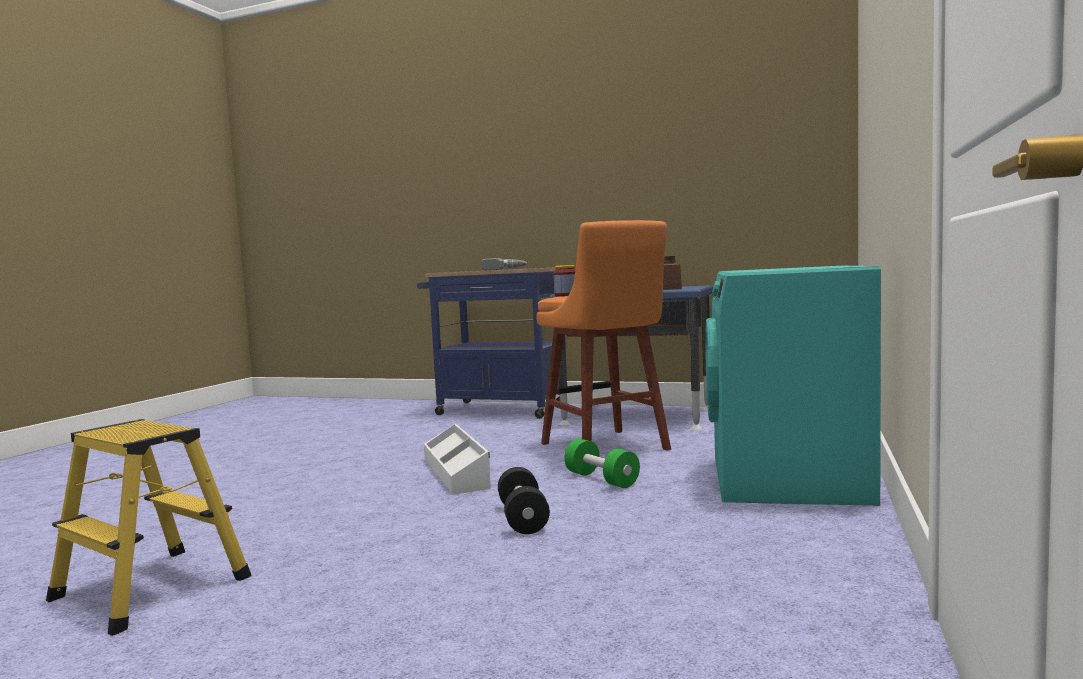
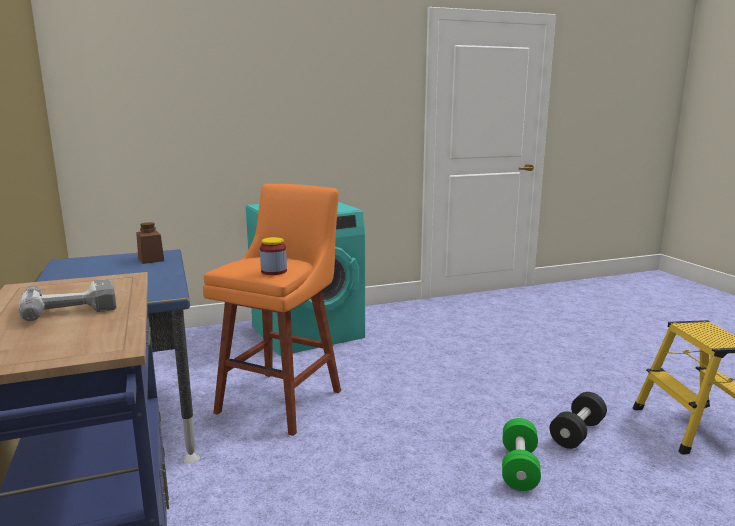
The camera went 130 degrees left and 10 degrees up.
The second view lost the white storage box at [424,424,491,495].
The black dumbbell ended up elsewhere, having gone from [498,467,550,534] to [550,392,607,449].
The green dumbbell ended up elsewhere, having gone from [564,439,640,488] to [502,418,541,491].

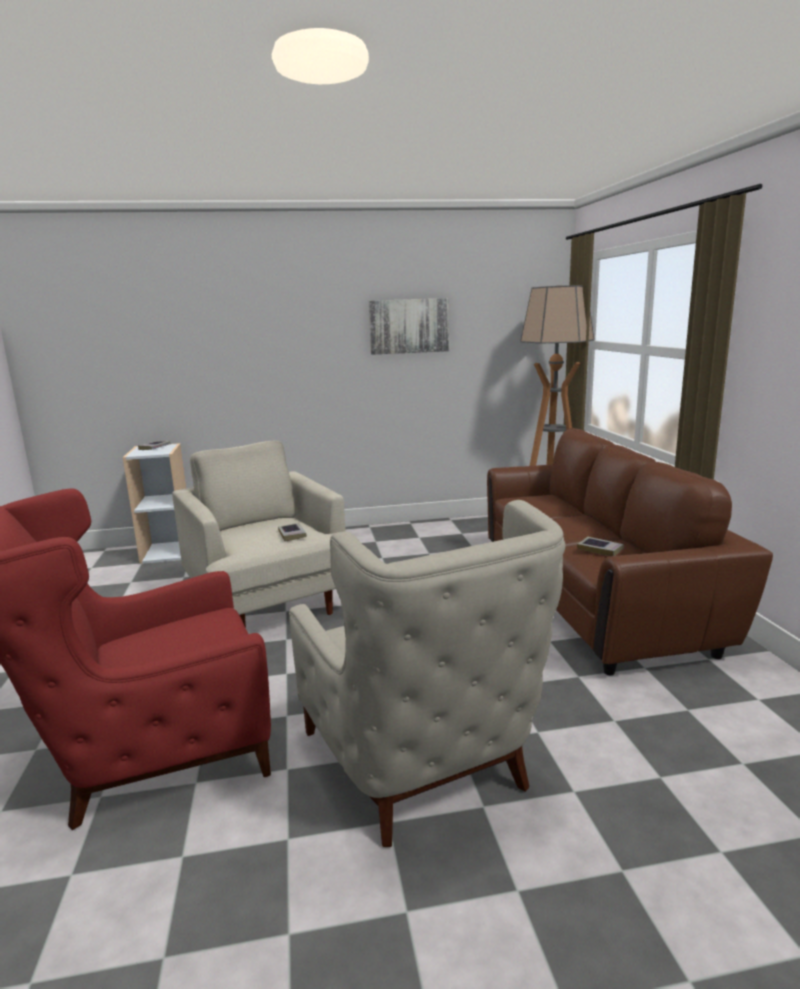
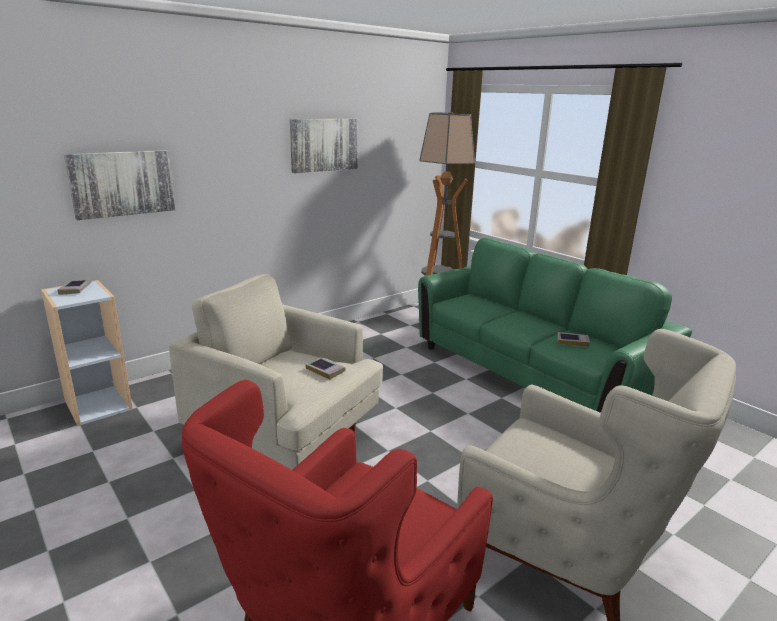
The camera went 30 degrees left and 5 degrees up.
The second view gained the picture at [64,150,176,220].
What was the brown sofa at [487,428,773,675] turned into the green sofa at [418,238,692,413].

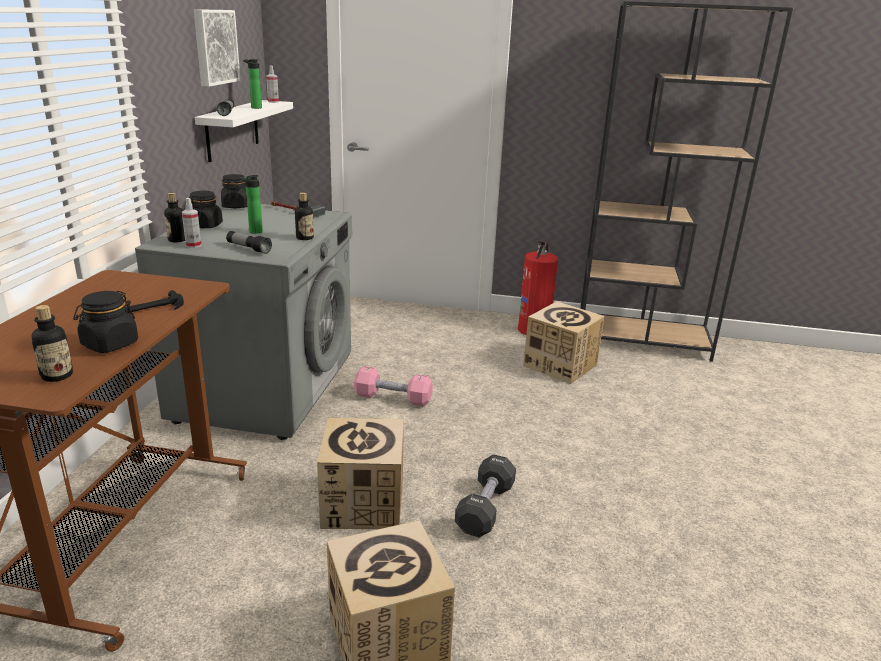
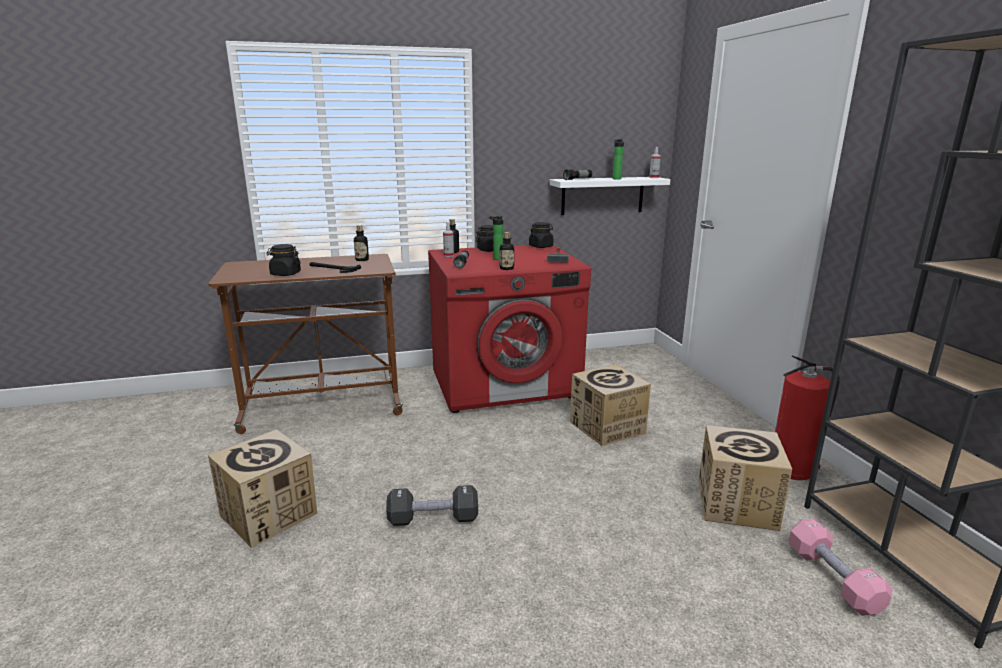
The camera went 65 degrees right and 5 degrees down.
The second view lost the picture at [194,9,240,87].
The bottle ended up elsewhere, having gone from [32,305,73,382] to [354,225,369,261].
The cardboard box ended up elsewhere, having gone from [317,418,404,529] to [570,364,651,446].
The pink dumbbell ended up elsewhere, having gone from [354,366,433,407] to [788,519,893,616].
What was the grey washing machine at [135,204,352,440] turned into the red washing machine at [428,245,591,413].

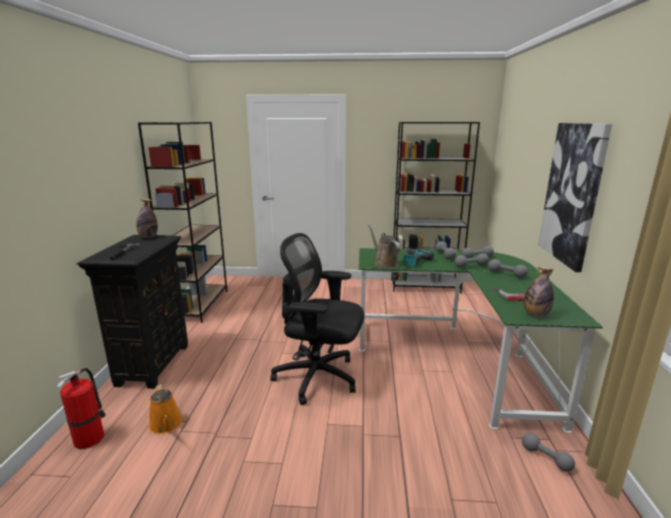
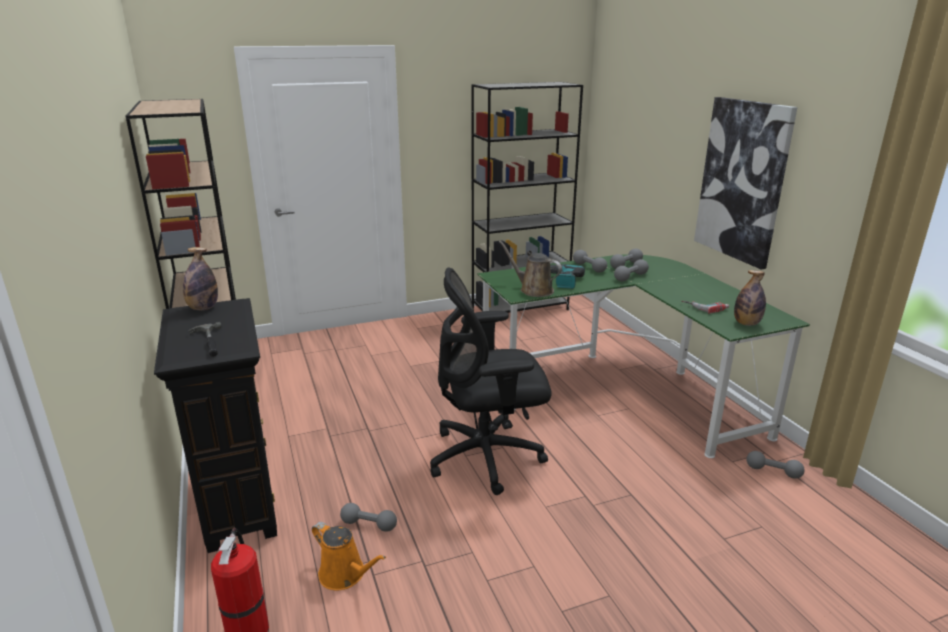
The camera went 25 degrees left and 5 degrees up.
The grey dumbbell ended up elsewhere, having gone from [488,259,528,278] to [340,503,397,532].

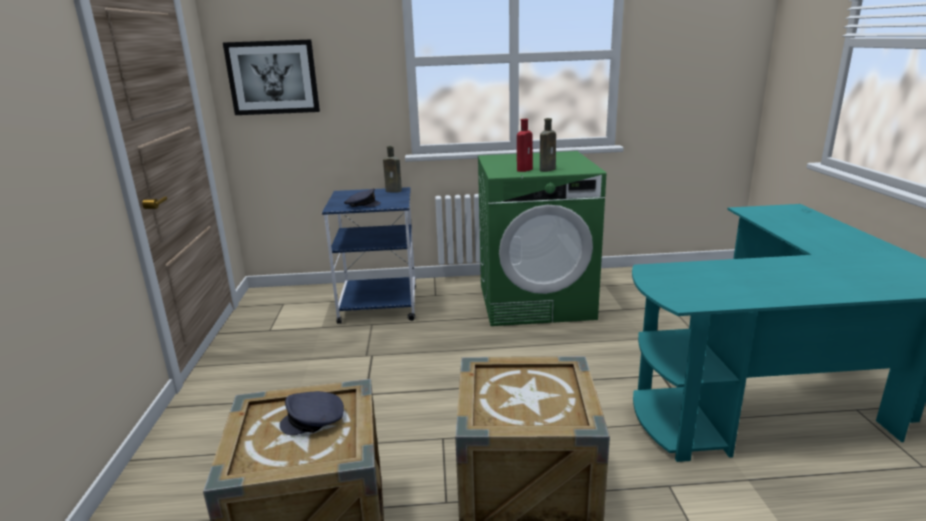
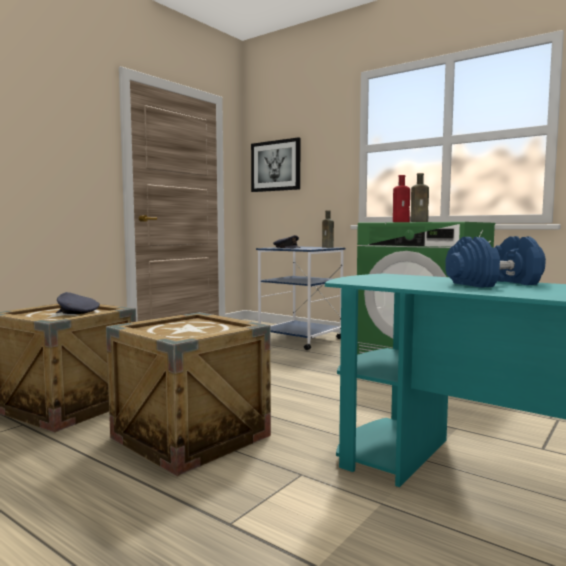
The camera went 40 degrees right and 15 degrees down.
The second view gained the blue dumbbell at [445,236,546,287].

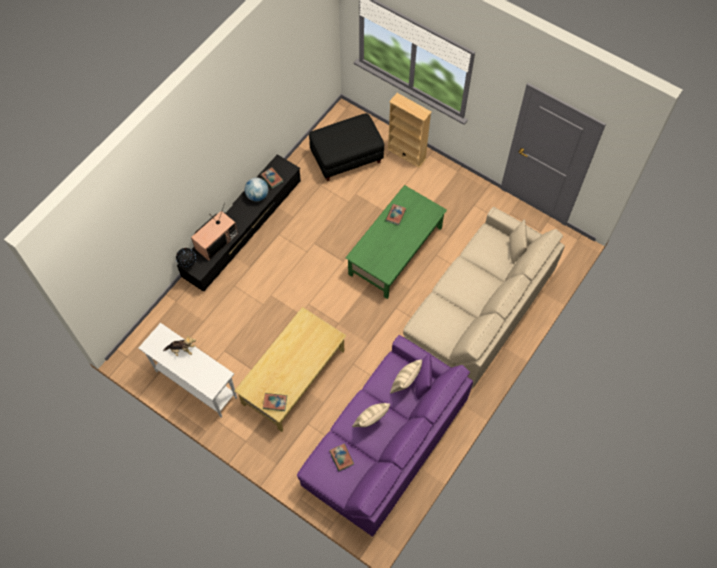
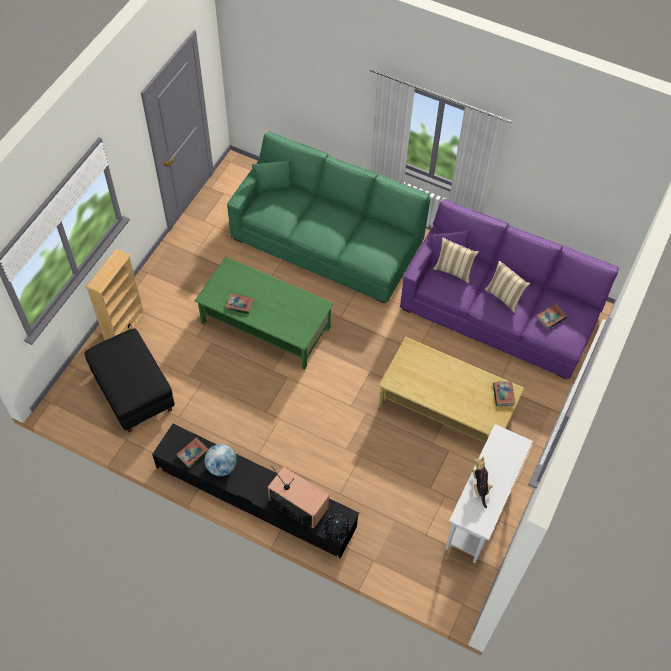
The camera went 100 degrees left and 5 degrees down.
What was the beige sofa at [403,207,565,389] turned into the green sofa at [227,131,430,303].

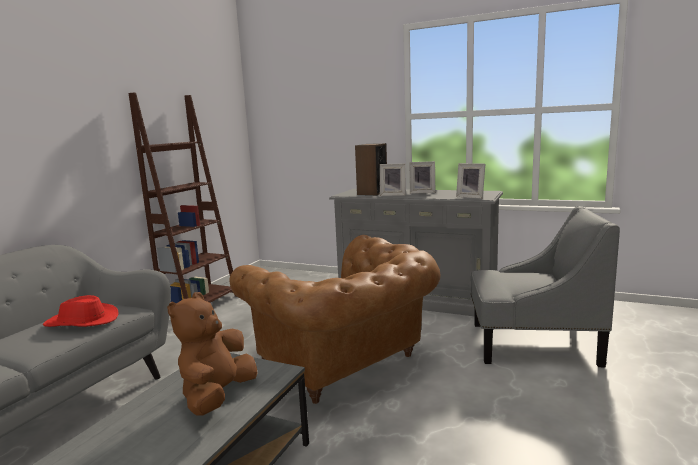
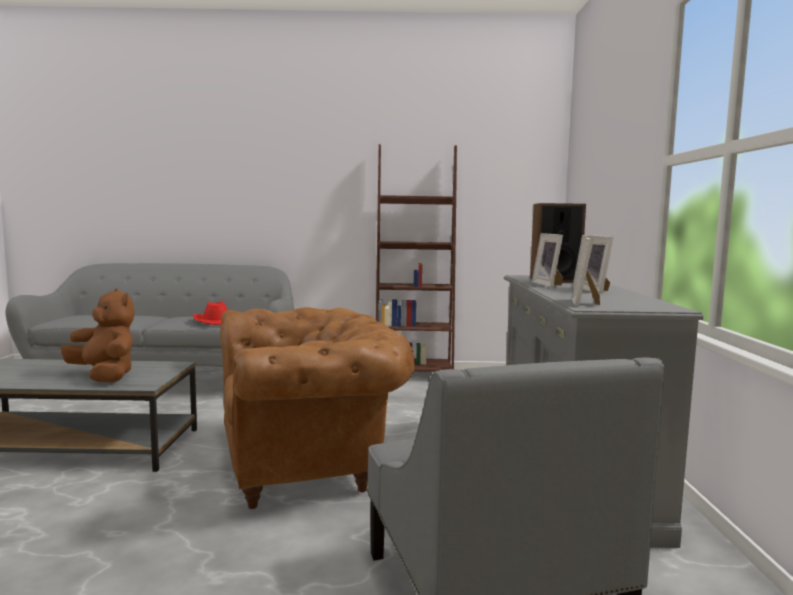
The camera went 65 degrees right and 5 degrees down.
The brown plush toy at [167,292,257,416] ended up facing another way, 45 degrees clockwise from before.
The brown armchair at [230,235,440,404] ended up facing another way, 135 degrees counterclockwise from before.

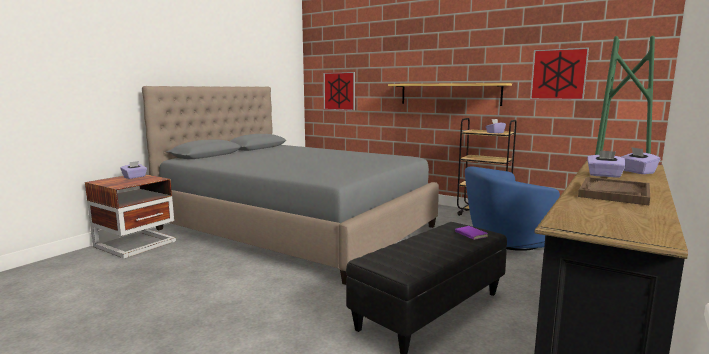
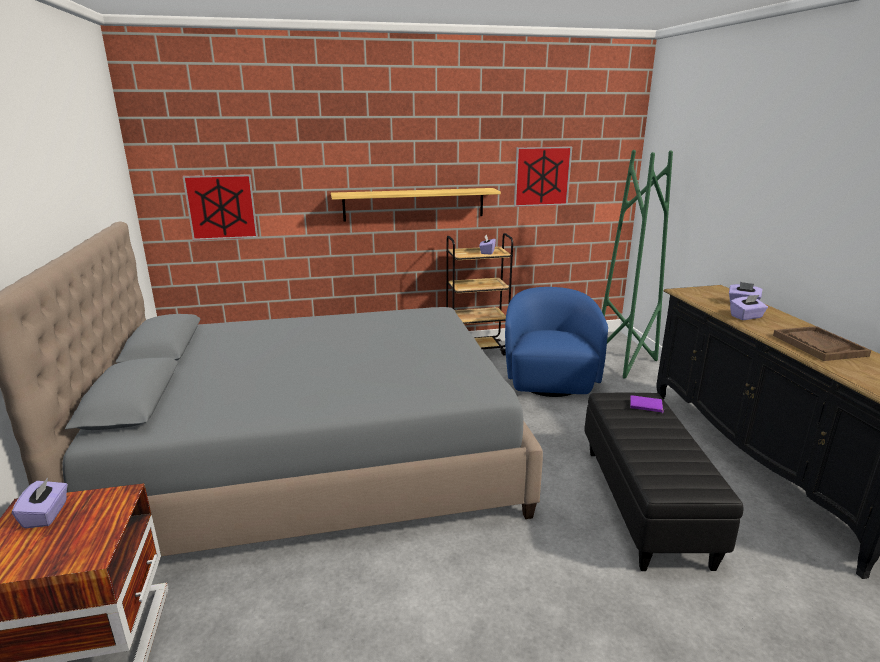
The camera went 45 degrees left and 10 degrees up.
The blue armchair at [465,166,560,251] ended up facing another way, 150 degrees clockwise from before.

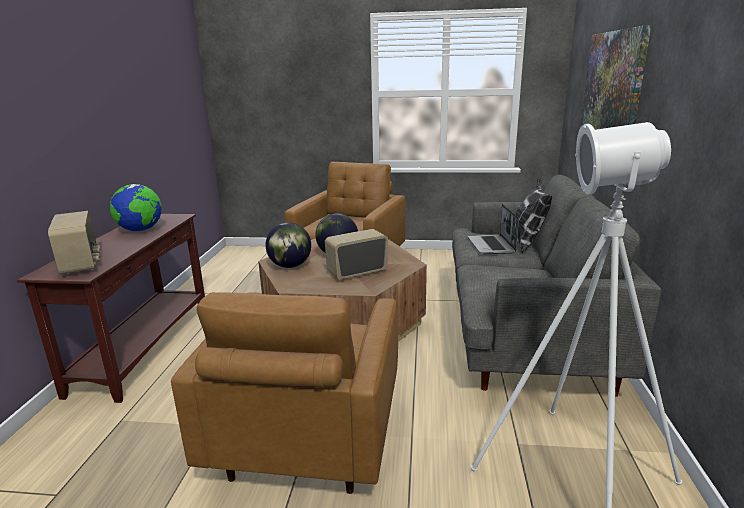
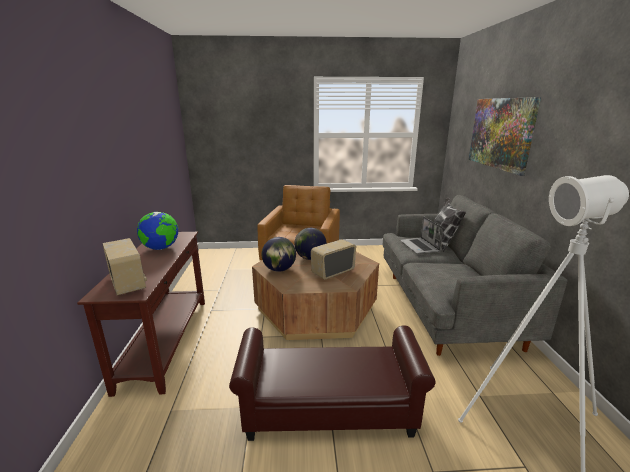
The camera went 10 degrees left and 0 degrees up.
Where the brown armchair stood at [171,292,398,494], the brown ottoman came to stand at [229,325,436,441].

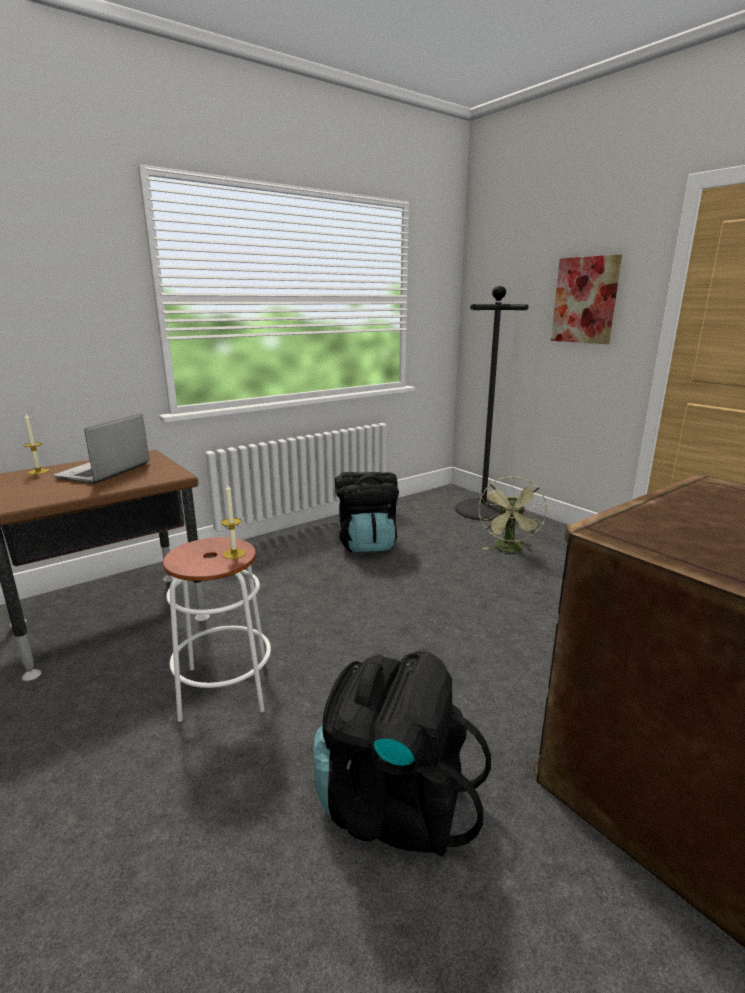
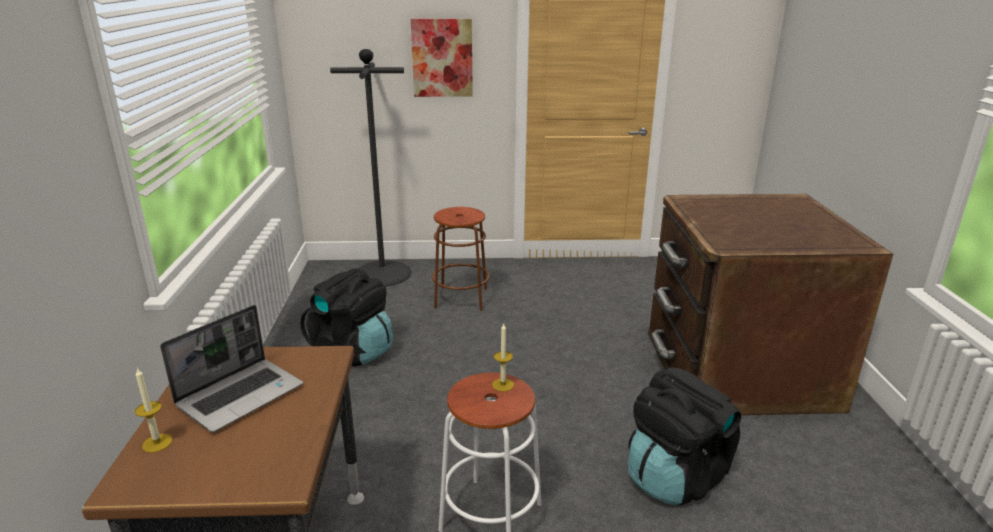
The camera went 55 degrees left and 5 degrees up.
Where the green fan stood at [478,476,547,553], the brown stool came to stand at [432,207,490,311].
The laptop at [53,414,149,484] ended up facing another way, 105 degrees counterclockwise from before.

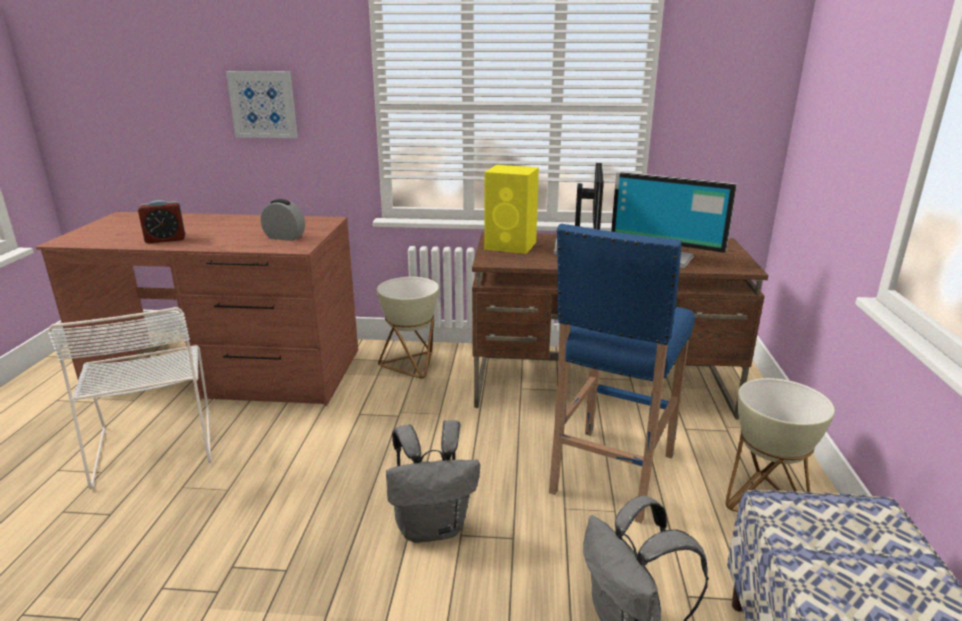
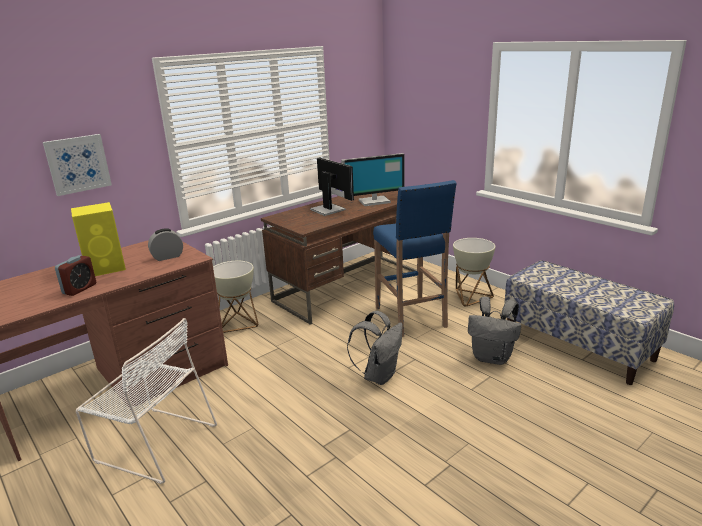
The camera went 45 degrees left and 0 degrees up.
The yellow speaker ended up elsewhere, having gone from [484,165,539,254] to [71,202,126,276].

